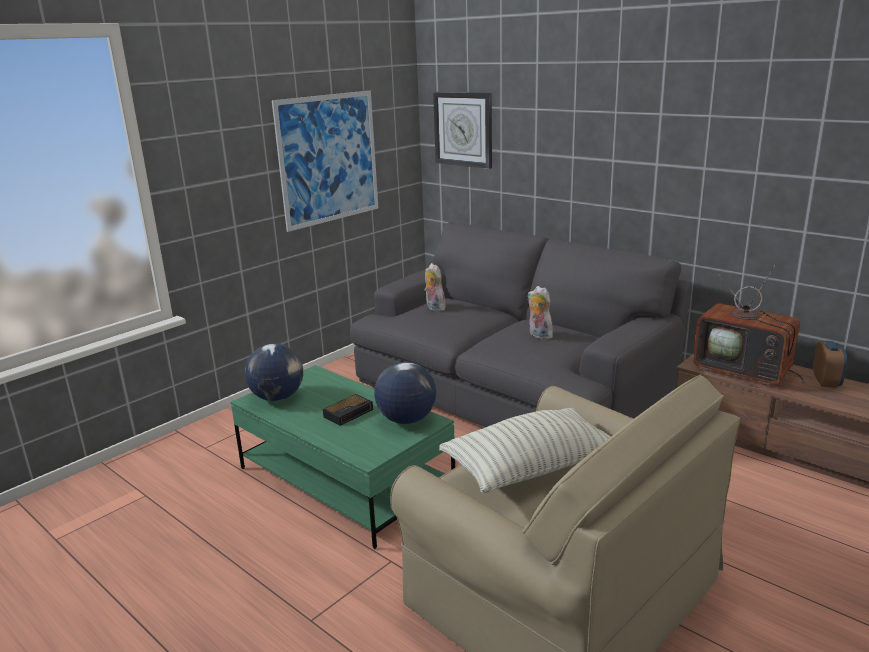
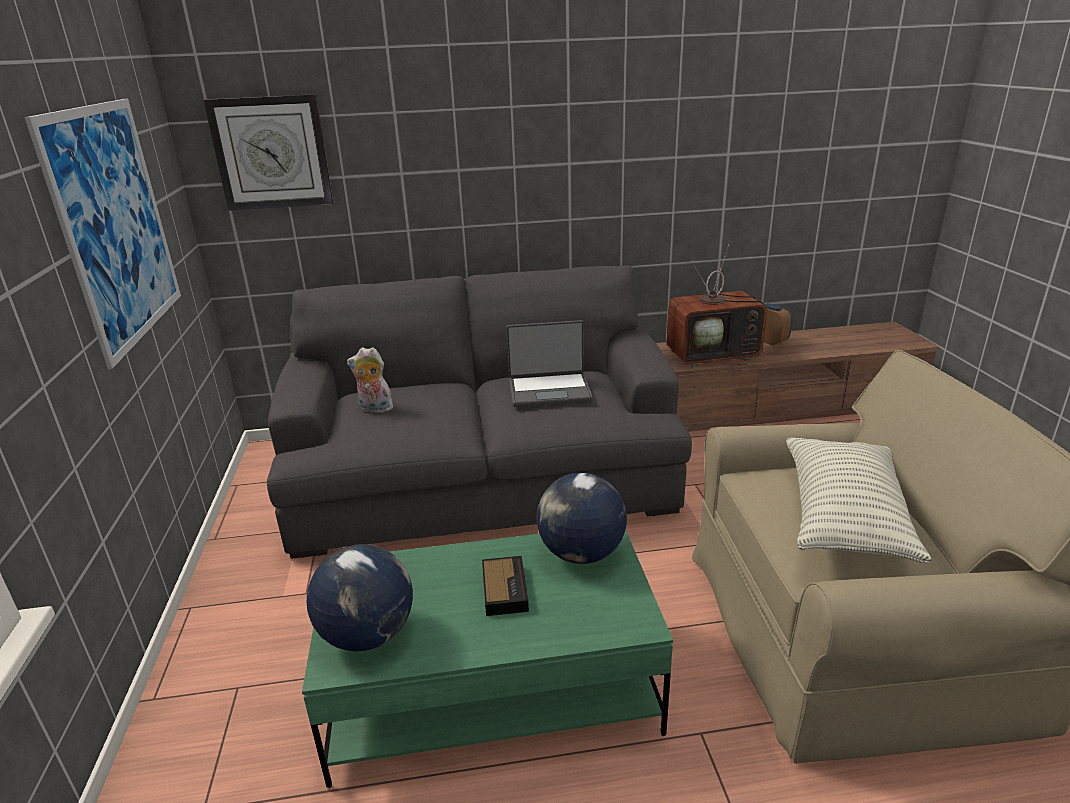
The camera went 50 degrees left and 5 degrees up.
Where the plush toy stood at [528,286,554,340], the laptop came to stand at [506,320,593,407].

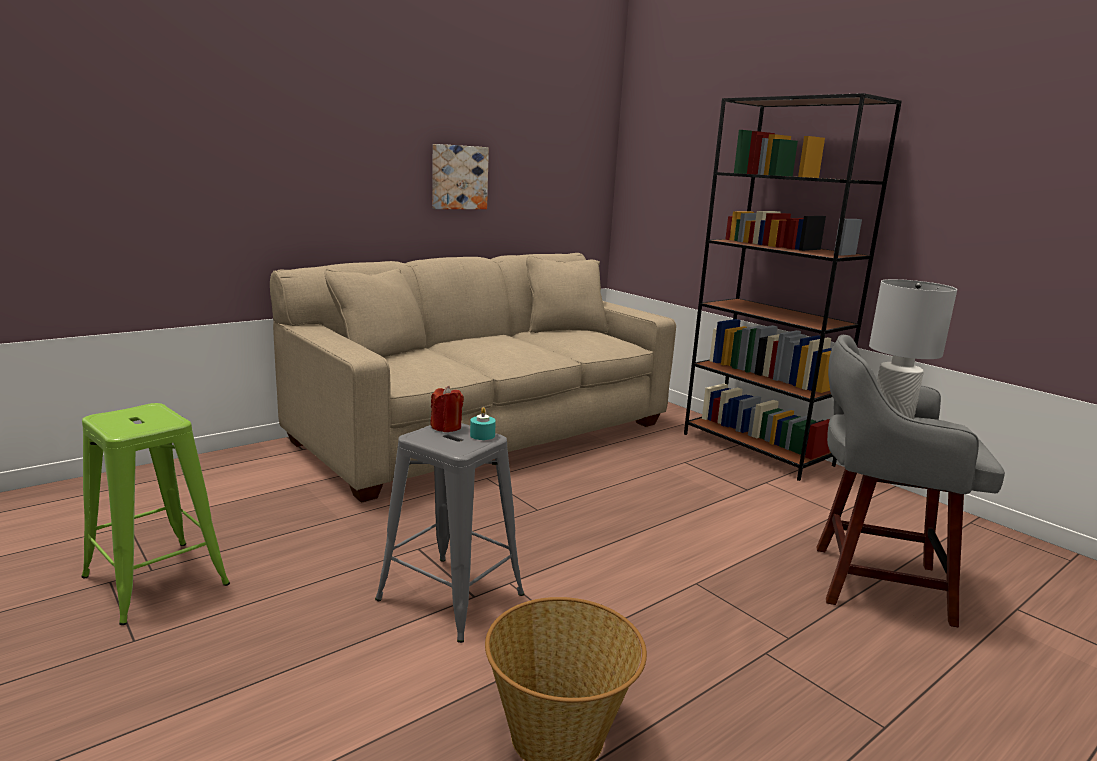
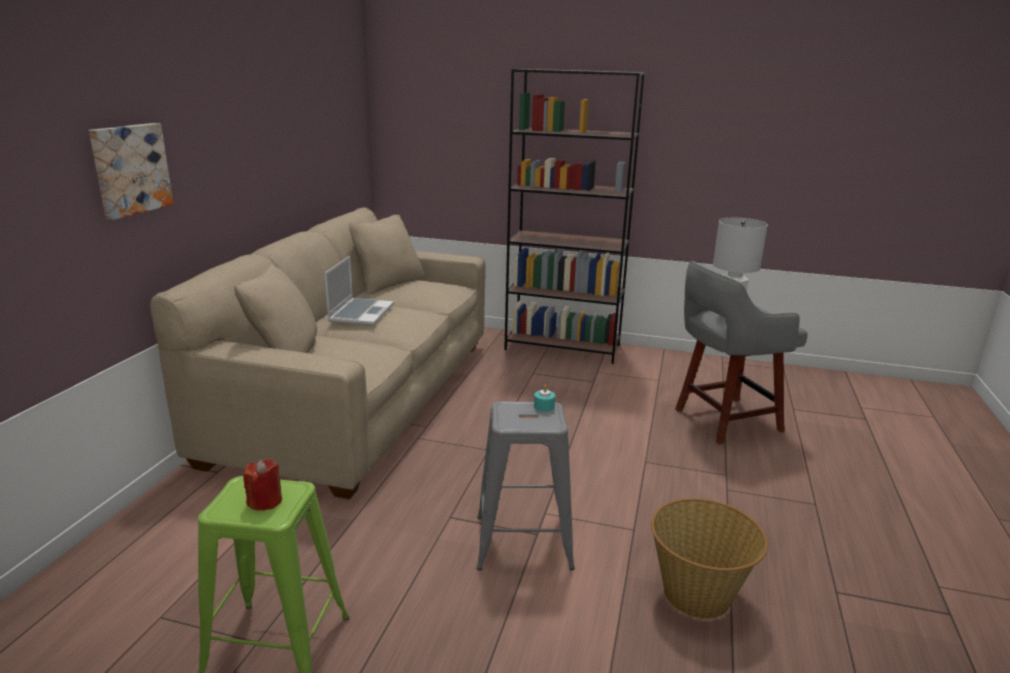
The camera went 35 degrees left and 5 degrees up.
The second view gained the laptop at [325,256,394,325].
The red candle ended up elsewhere, having gone from [431,386,464,432] to [243,459,282,511].
The picture ended up elsewhere, having gone from [432,144,489,209] to [89,123,173,220].

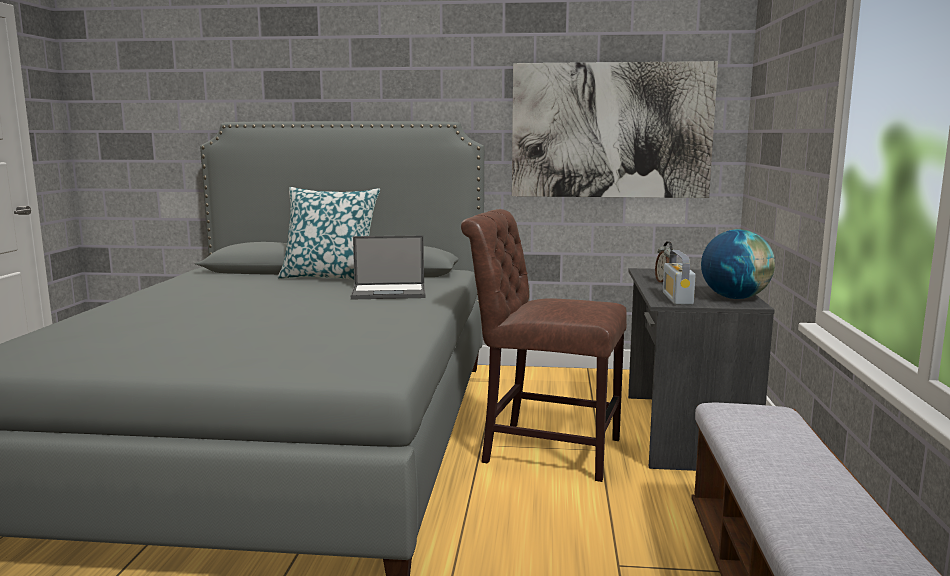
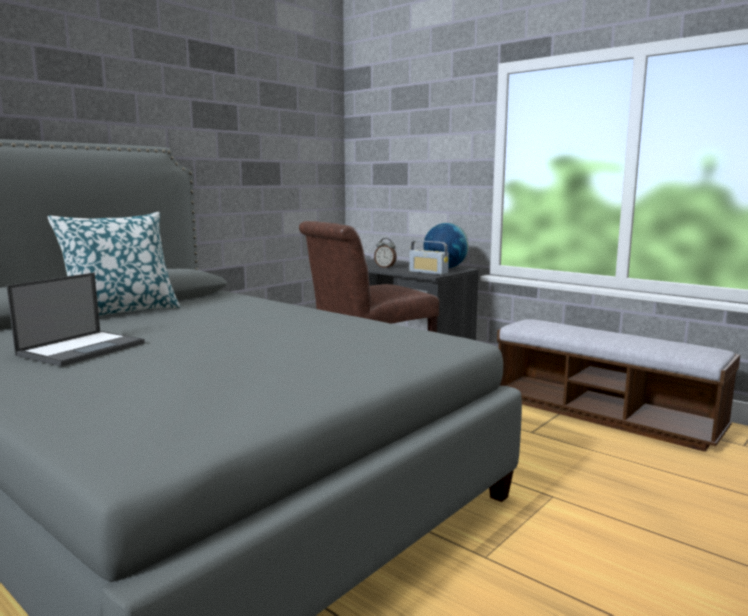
The camera went 55 degrees left and 0 degrees up.
The second view lost the picture at [512,61,718,198].
The laptop ended up elsewhere, having gone from [351,235,426,300] to [6,273,145,367].

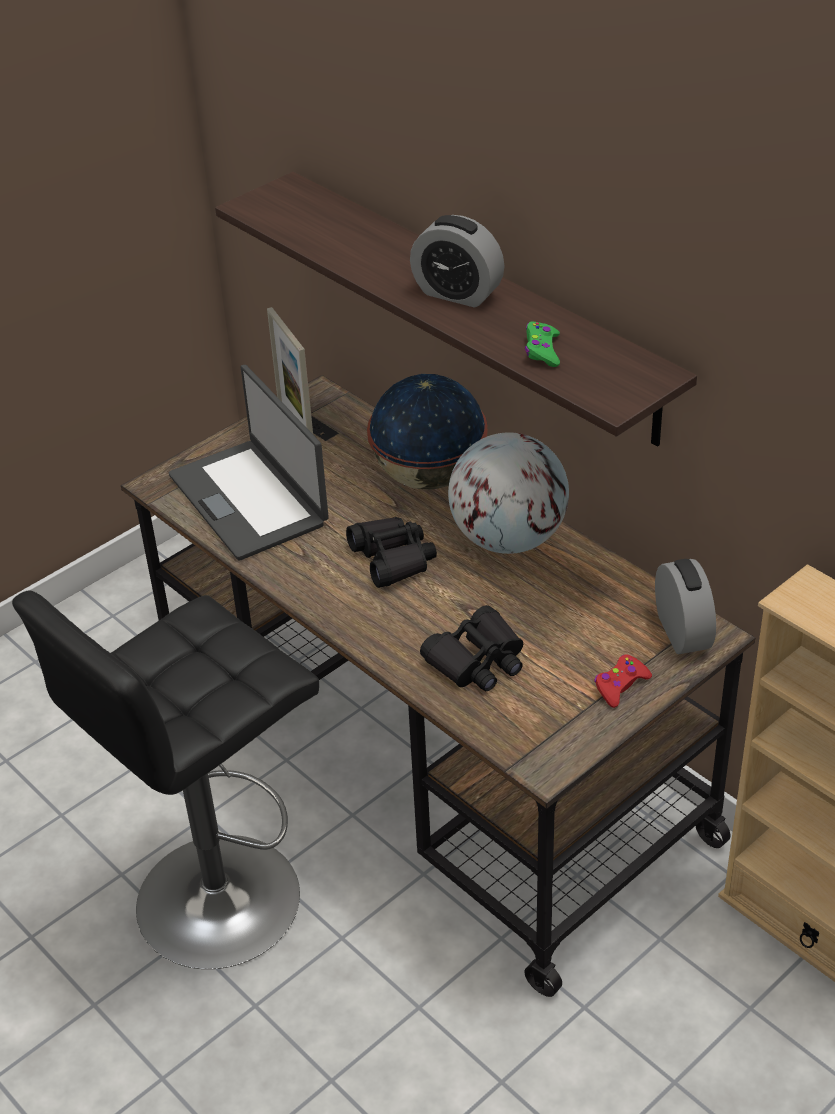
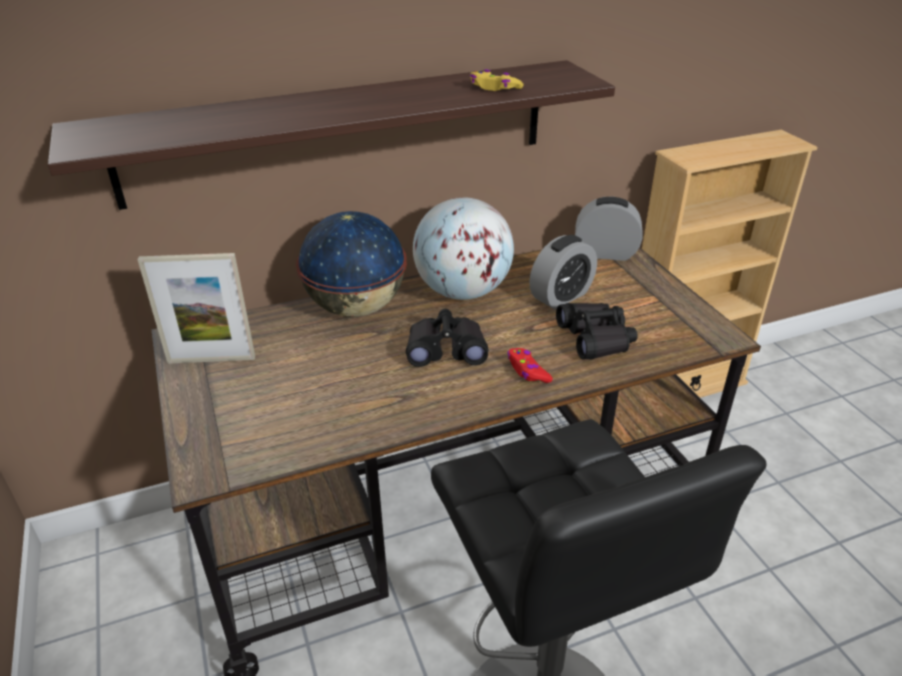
The camera went 70 degrees left and 5 degrees down.
The second view lost the laptop at [169,365,329,561].
The alarm clock ended up elsewhere, having gone from [410,215,505,308] to [529,235,597,309].
The red game controller ended up elsewhere, having gone from [594,654,652,708] to [507,348,553,383].
What was the green game controller at [525,321,560,367] turned into the yellow game controller at [470,70,524,91].

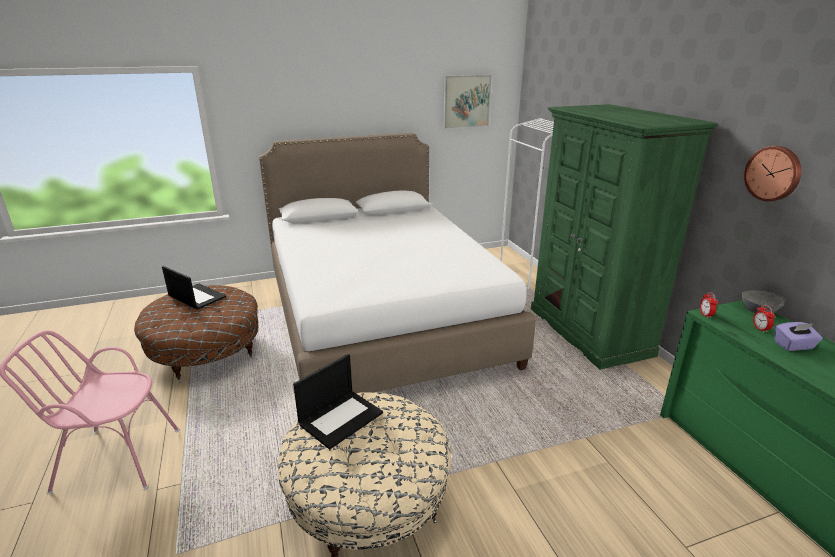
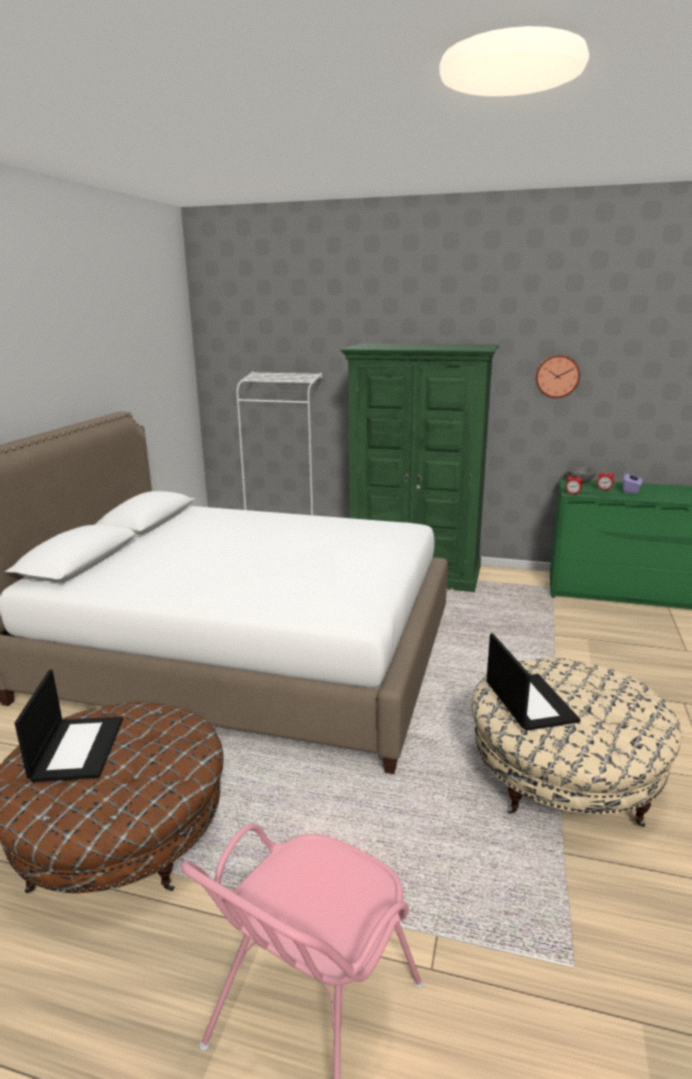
The camera went 55 degrees left and 5 degrees down.
The second view lost the picture at [443,75,492,128].
The laptop at [162,266,226,310] ended up facing another way, 105 degrees clockwise from before.

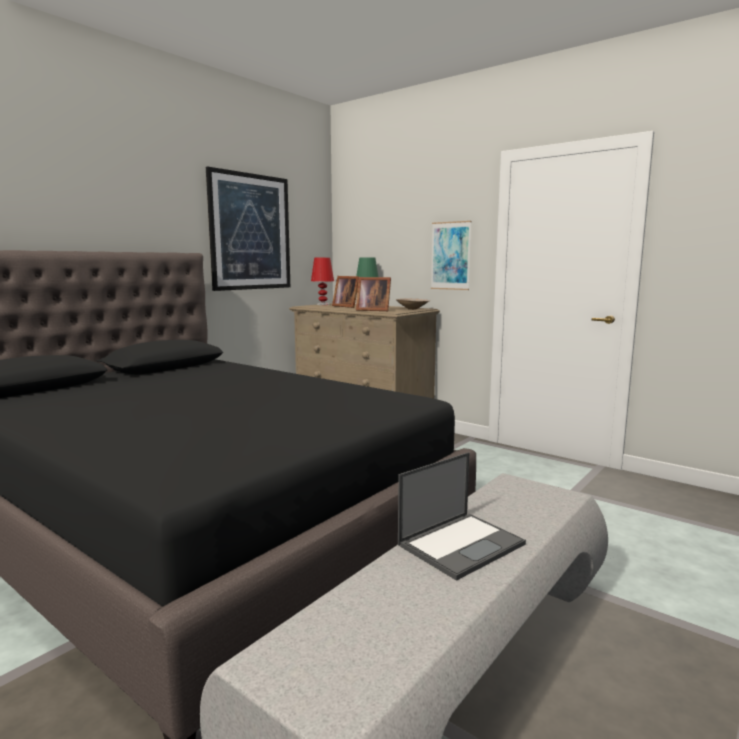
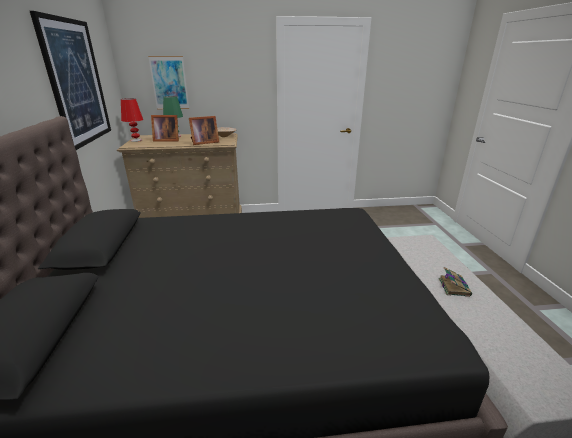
The camera went 45 degrees left and 15 degrees up.
The picture ended up elsewhere, having gone from [431,221,471,290] to [148,56,189,109].
Where the laptop stood at [398,452,526,581], the book came to stand at [439,267,472,297].

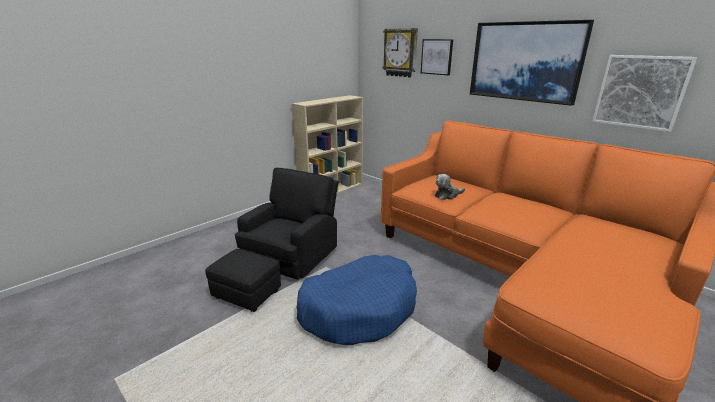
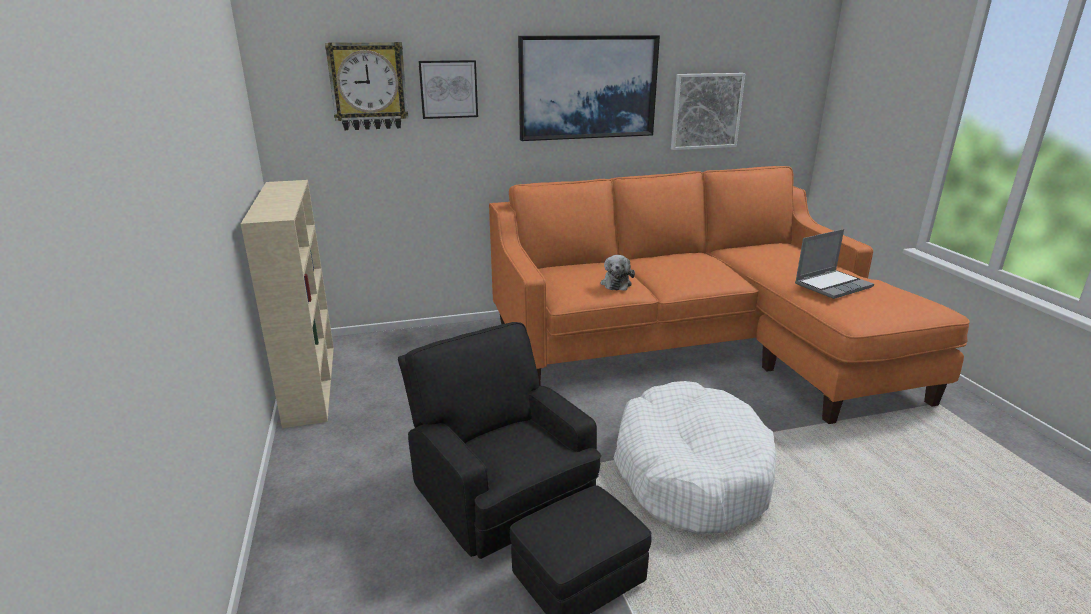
The camera went 60 degrees left and 0 degrees up.
The second view gained the laptop at [795,229,874,299].
What was the blue dog bed at [297,255,417,345] turned into the white dog bed at [614,381,776,535].

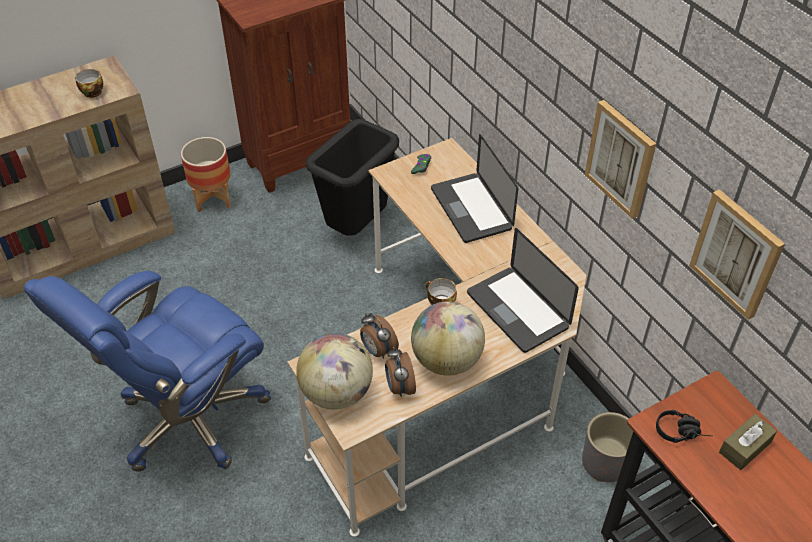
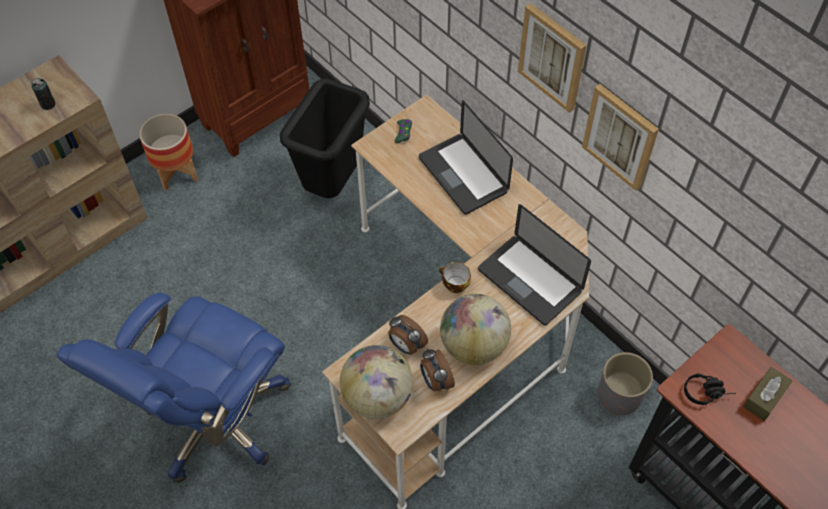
The camera went 10 degrees left and 10 degrees up.
The picture ended up elsewhere, having gone from [689,189,785,320] to [518,3,587,113].
Where the cup stood at [75,69,103,98], the can came to stand at [32,78,55,110].

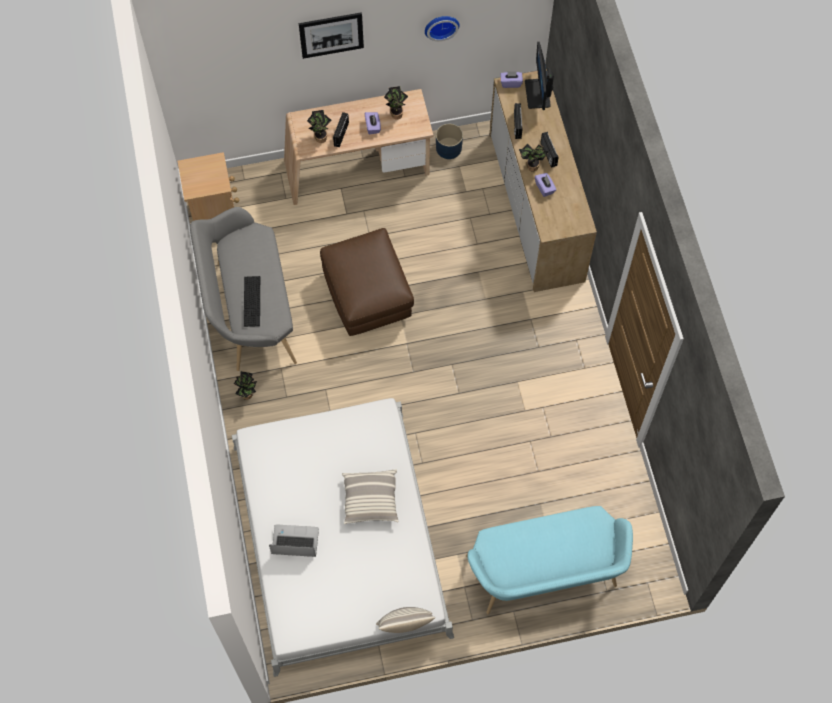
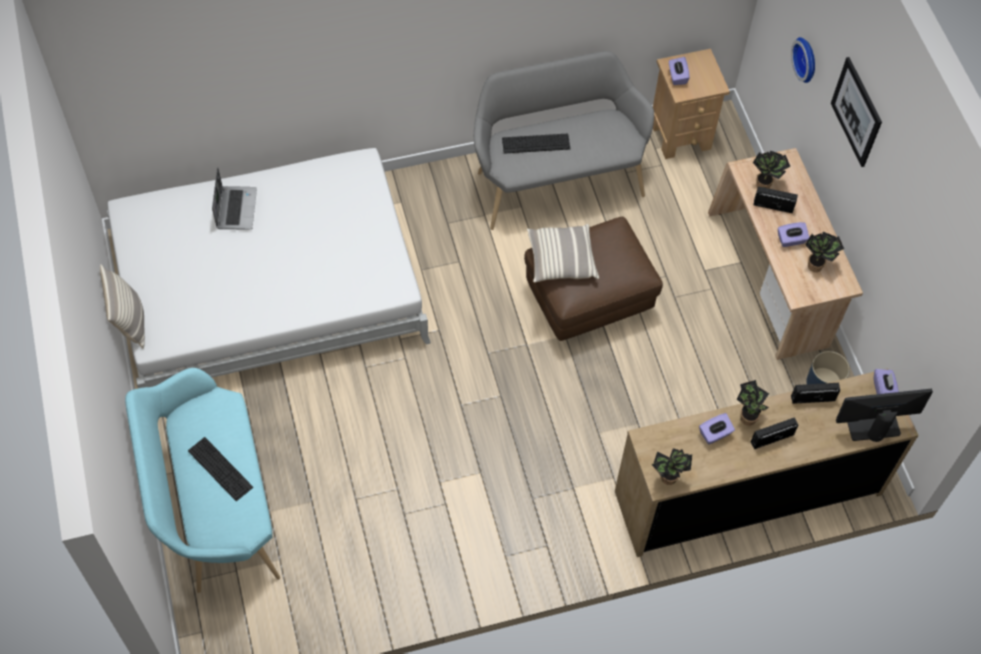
The camera went 85 degrees right and 5 degrees down.
The second view gained the keyboard at [188,437,253,501].
The second view gained the purple tissue box at [669,57,690,85].
The potted plant ended up elsewhere, having gone from [234,371,257,400] to [651,448,692,485].
The pillow ended up elsewhere, having gone from [342,470,399,524] to [527,224,599,283].
The wall clock ended up elsewhere, having gone from [425,16,460,41] to [791,37,815,83].

